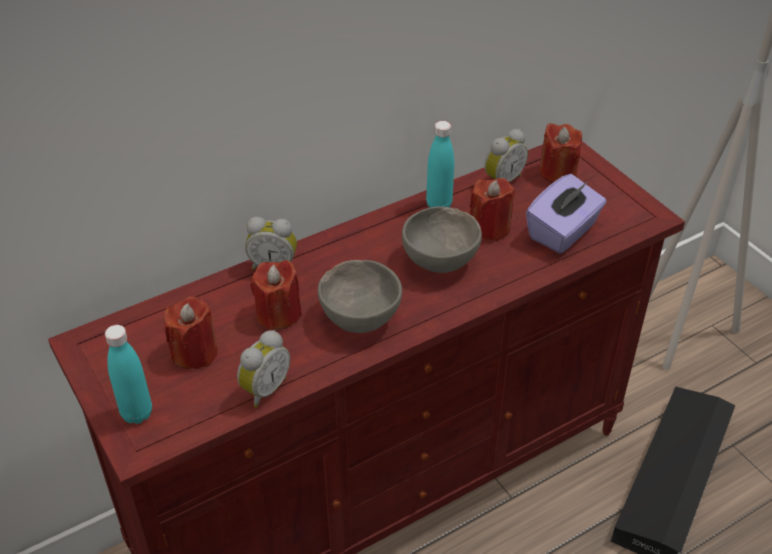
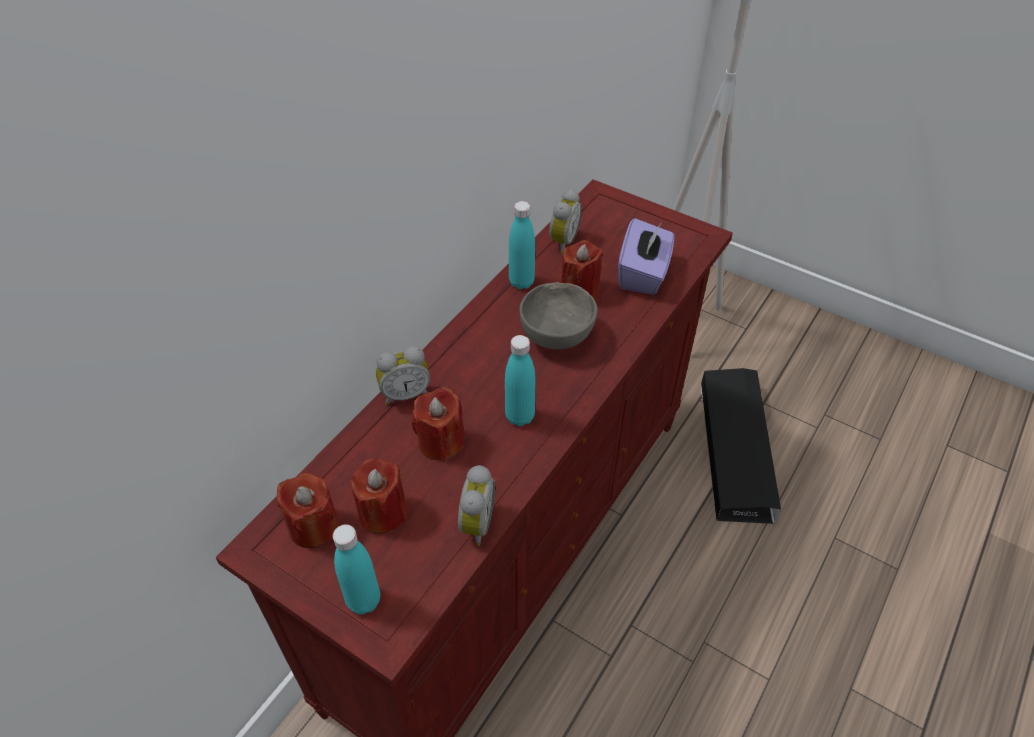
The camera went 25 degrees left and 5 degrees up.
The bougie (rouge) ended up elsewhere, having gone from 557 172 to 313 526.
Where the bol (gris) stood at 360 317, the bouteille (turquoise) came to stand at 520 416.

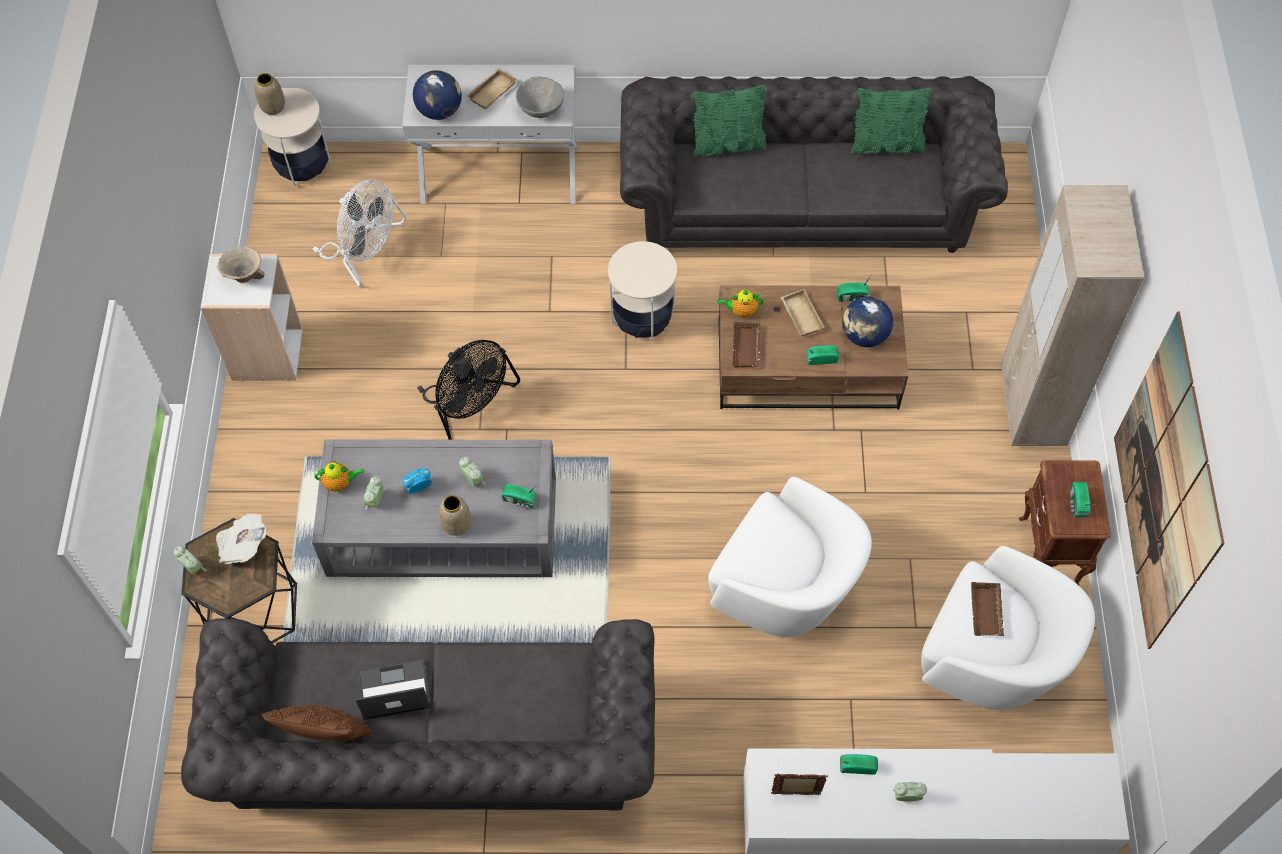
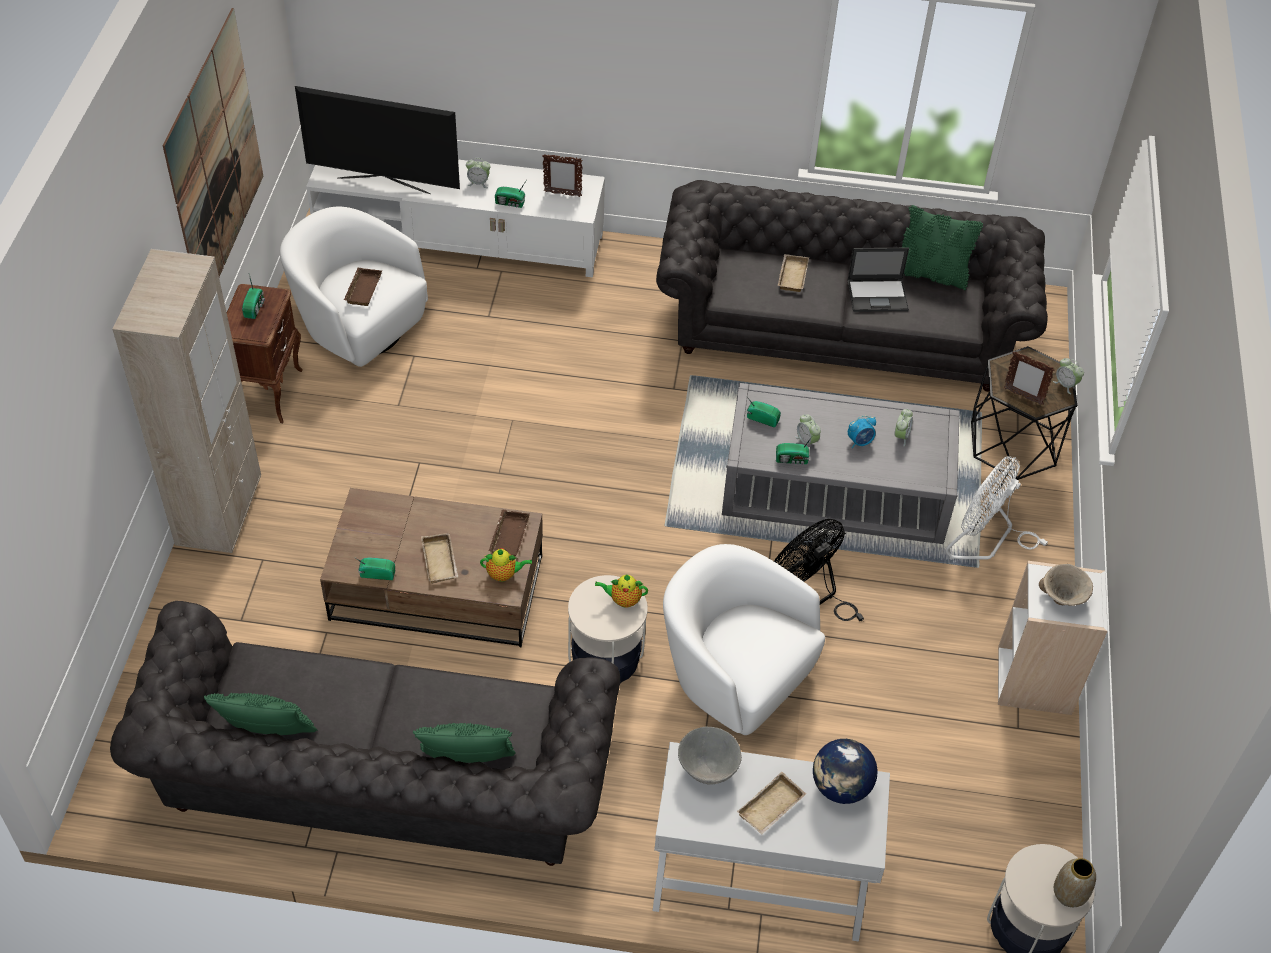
The camera went 175 degrees left and 10 degrees down.
The second view gained the téléviseur at 384 185.
The théière ended up elsewhere, having gone from 340 483 to 623 600.
The fauteuil (blanc) ended up elsewhere, having gone from 785 590 to 734 675.
The radio ended up elsewhere, having gone from 820 358 to 792 460.
The second view gained the plateau (beige) at 791 275.
What was the coussin (marron) at 326 736 turned into the coussin (vert) at 931 274.
The ventilateur (blanc) ended up elsewhere, having gone from 364 251 to 990 534.
Where the journal stood at 243 545, the cadre photo came to stand at 1022 396.
The second view lost the vase at 456 525.
The second view lost the globe at 864 336.

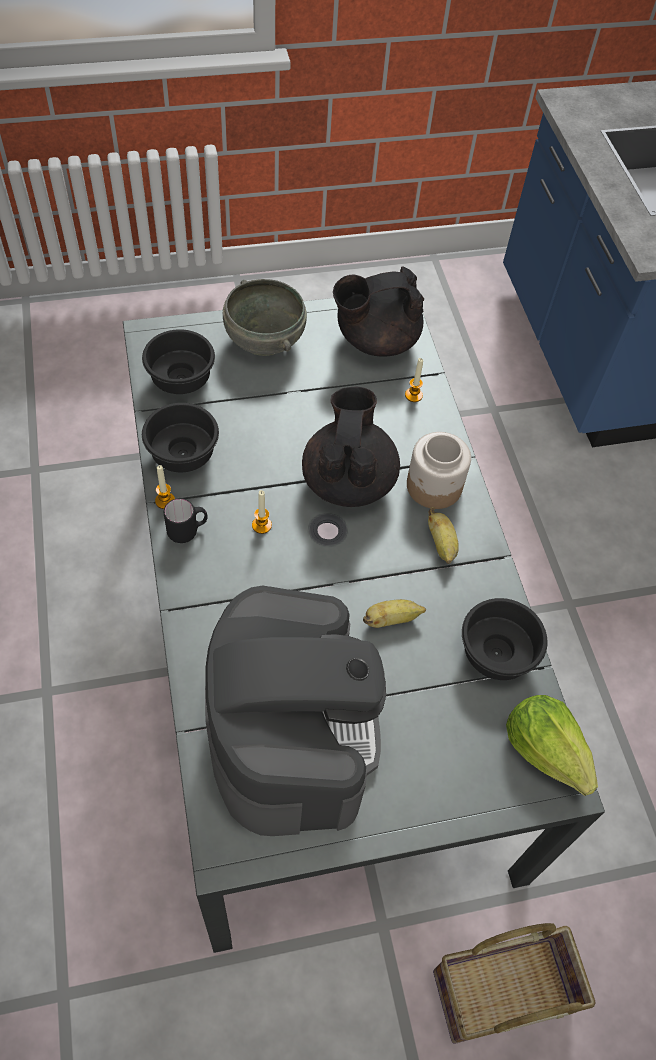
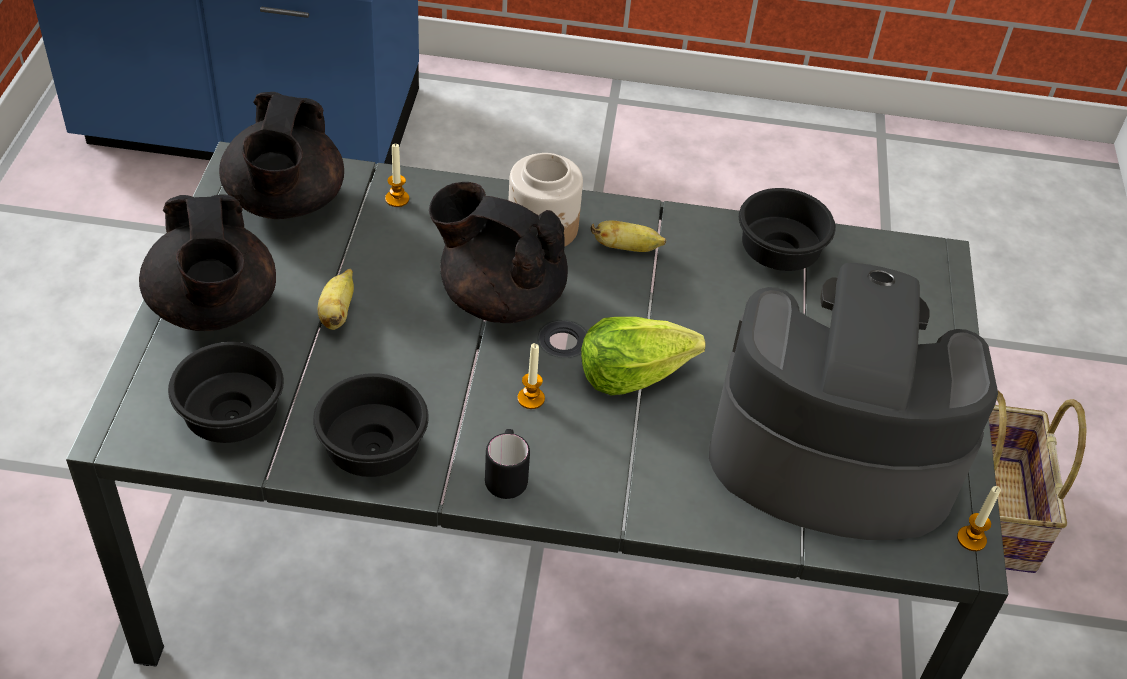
The camera went 70 degrees left and 10 degrees down.
Where the bol (gris) stood at 263 340, the théière (noir) came to stand at 214 309.
The banane ended up elsewhere, having gone from 391 619 to 337 312.
The laitue ended up elsewhere, having gone from 546 750 to 632 372.
The bougie ended up elsewhere, having gone from 165 501 to 971 539.

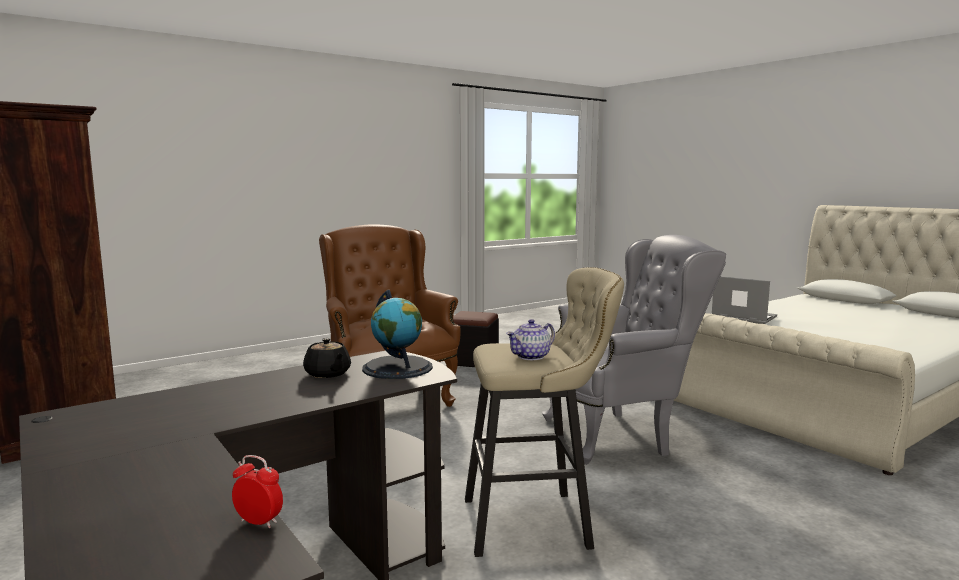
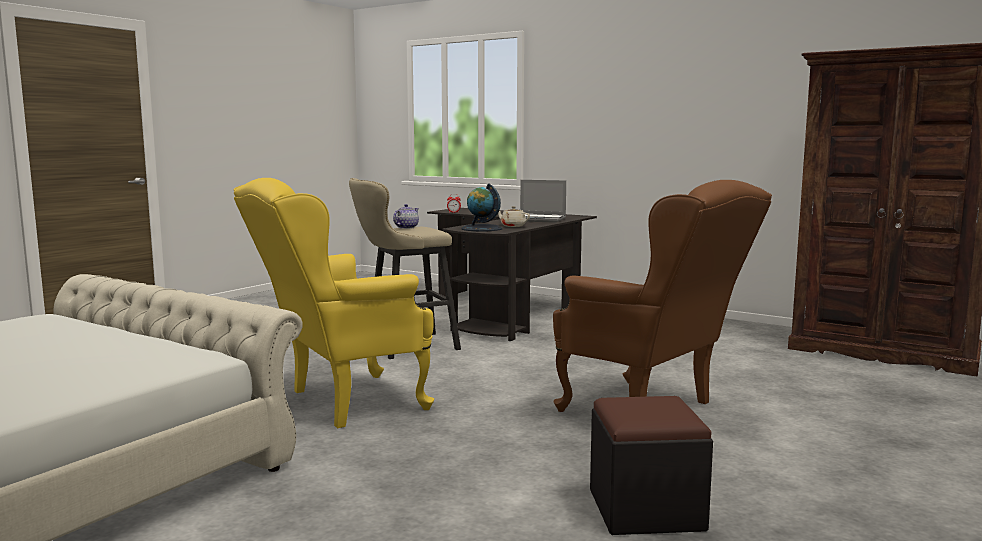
The camera went 160 degrees right and 0 degrees up.
What was the fauteuil (gris) at 617 435 turned into the fauteuil (jaune) at 343 403.
What was the théière (noir) at 328 374 turned into the théière (beige) at 512 226.
The ordinateur portable ended up elsewhere, having gone from 742 317 to 539 219.

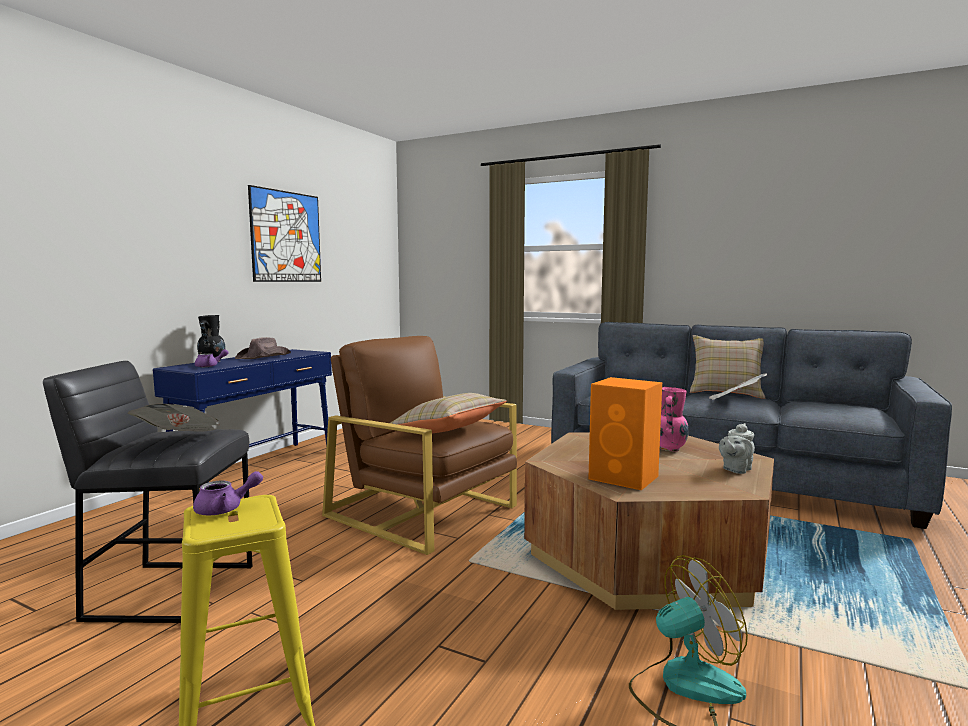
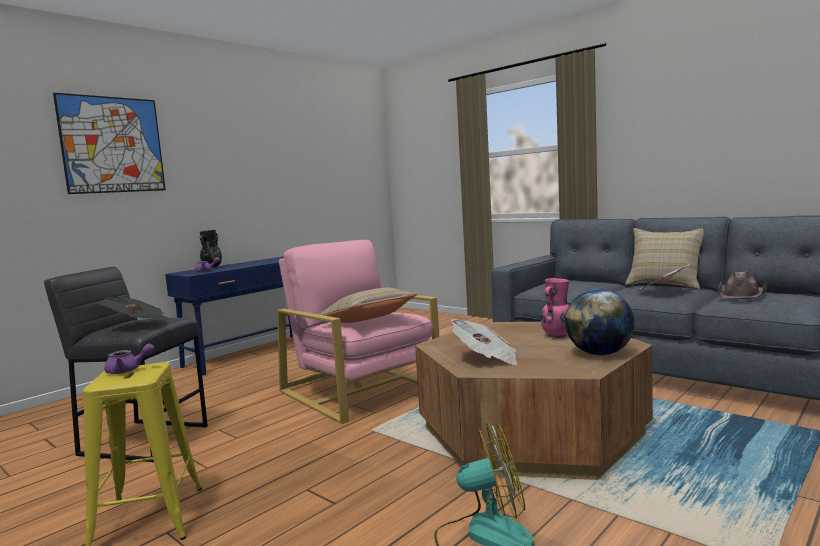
The camera went 15 degrees right and 0 degrees up.
The tableau ended up elsewhere, having gone from 286 237 to 112 145.
What was the fauteuil (marron) at 423 511 turned into the fauteuil (rose) at 361 390.
Where the enceinte (orange) stood at 625 478, the journal came to stand at 486 359.
Where the théière (gris) stood at 735 469, the globe came to stand at 600 353.
The chapeau (marron) ended up elsewhere, having gone from 264 357 to 742 294.

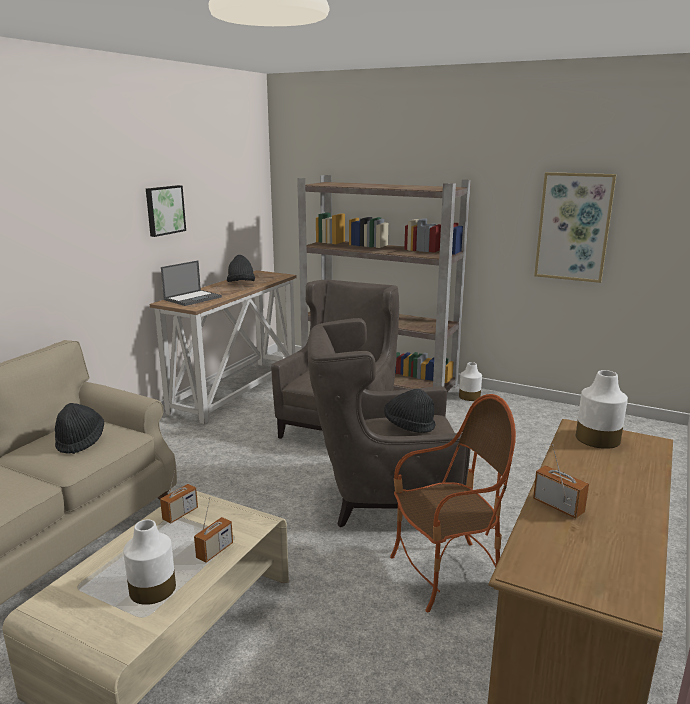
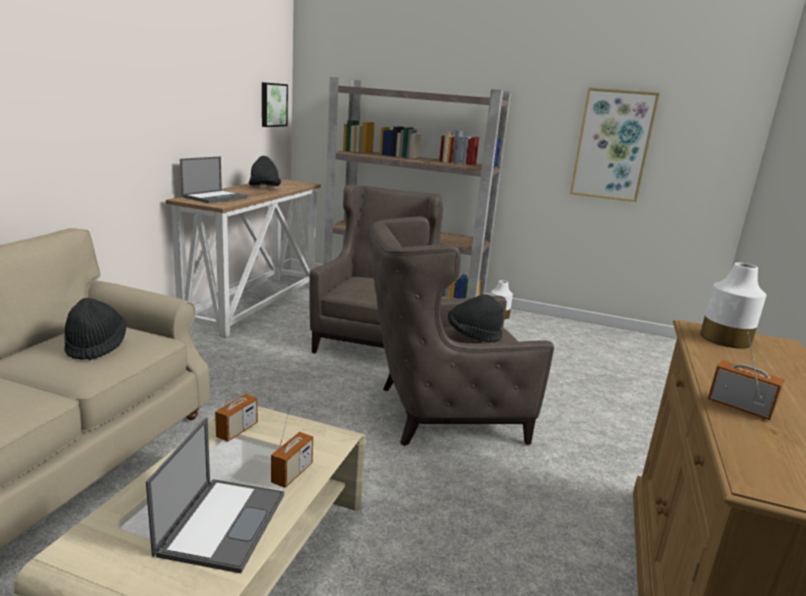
The camera went 10 degrees left and 0 degrees up.
Where the vase (blanc) stood at 152 588, the ordinateur portable came to stand at 222 522.
The tableau ended up elsewhere, having gone from 164 210 to 272 104.
The second view lost the fauteuil at 446 573.

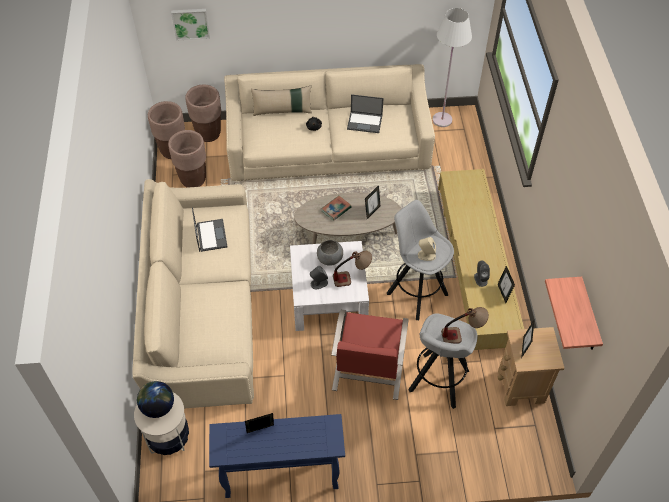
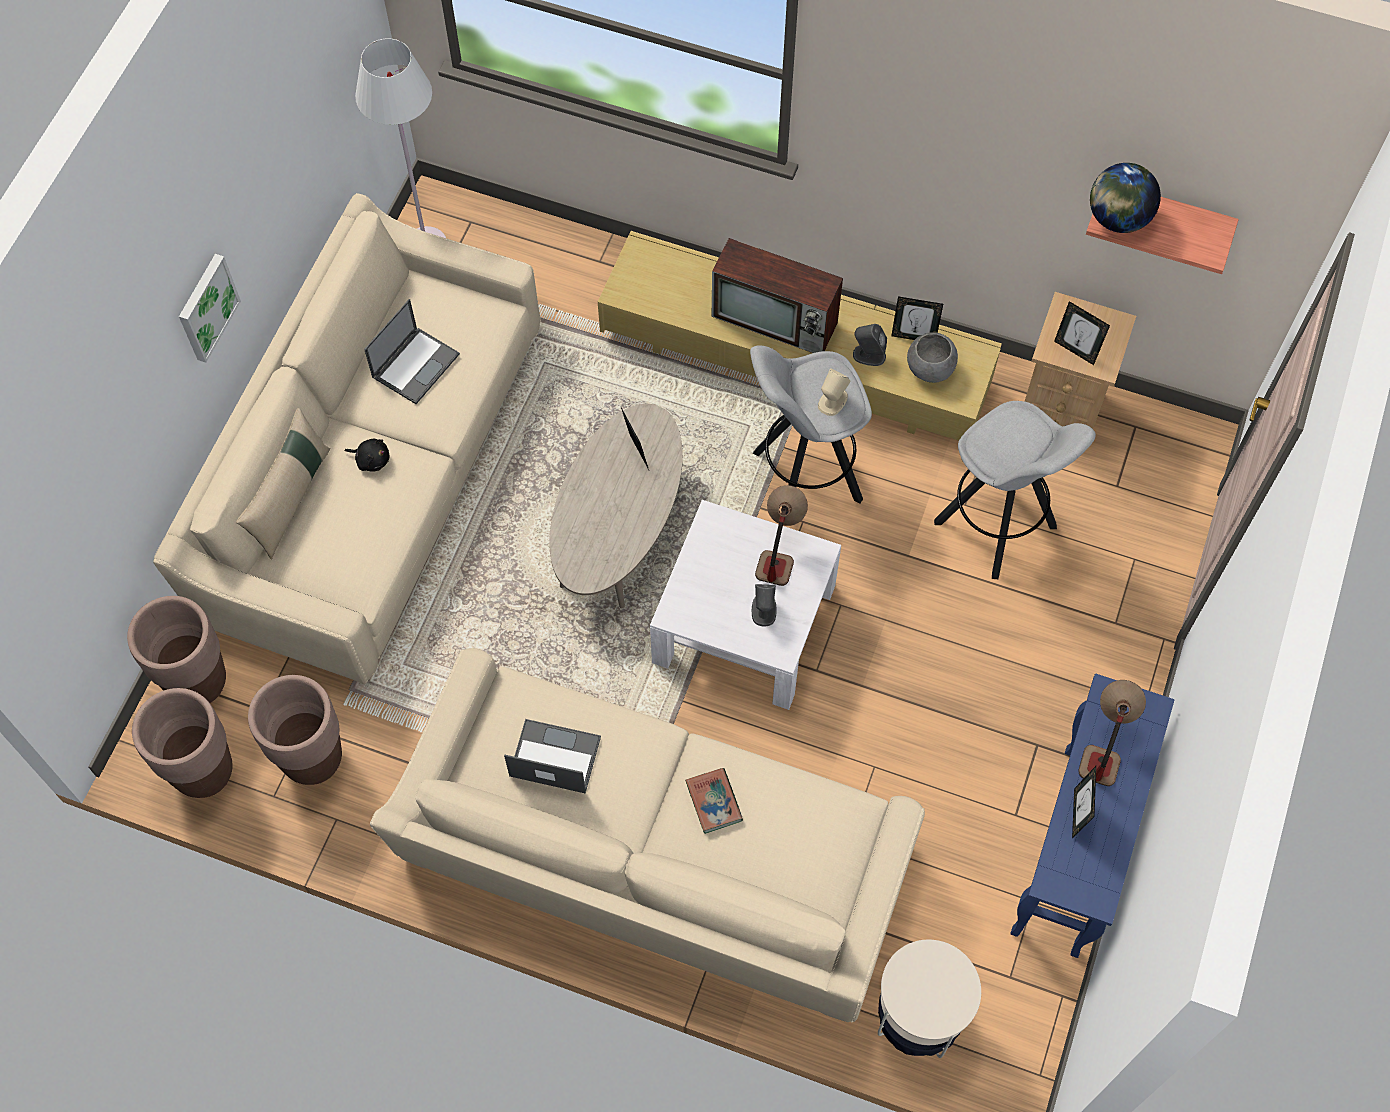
The camera went 65 degrees left and 10 degrees up.
The tableau ended up elsewhere, having gone from 191 23 to 206 307.
The livre ended up elsewhere, having gone from 336 209 to 714 802.
The second view gained the téléviseur at 777 320.
The bol (gris) ended up elsewhere, having gone from 330 259 to 930 369.
The lampe de table ended up elsewhere, having gone from 462 335 to 1104 746.
The globe ended up elsewhere, having gone from 158 407 to 1117 218.
The second view lost the fauteuil (rouge) at 368 371.

